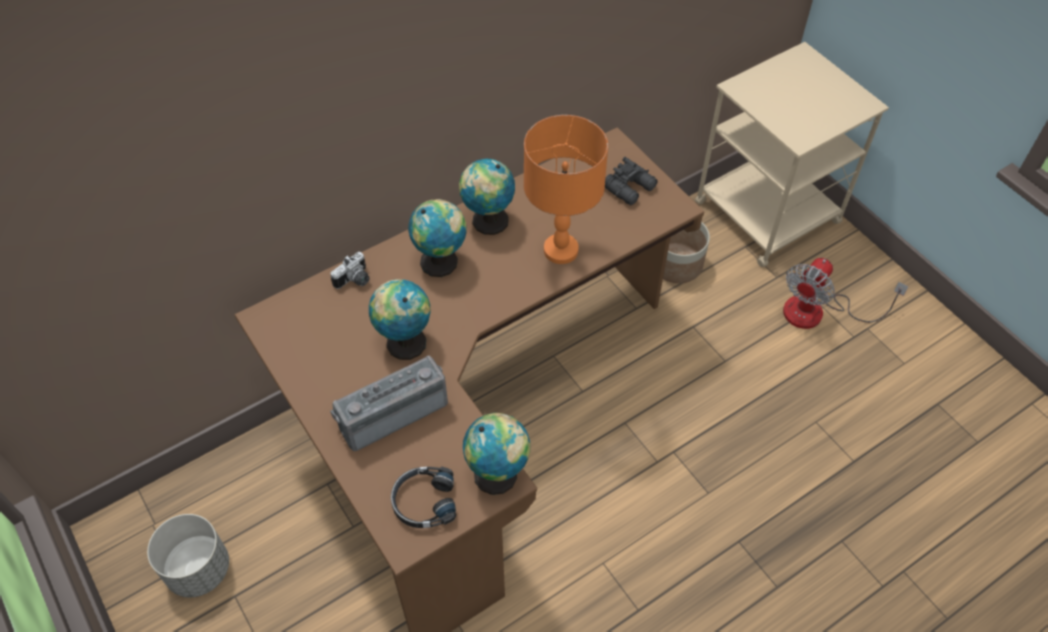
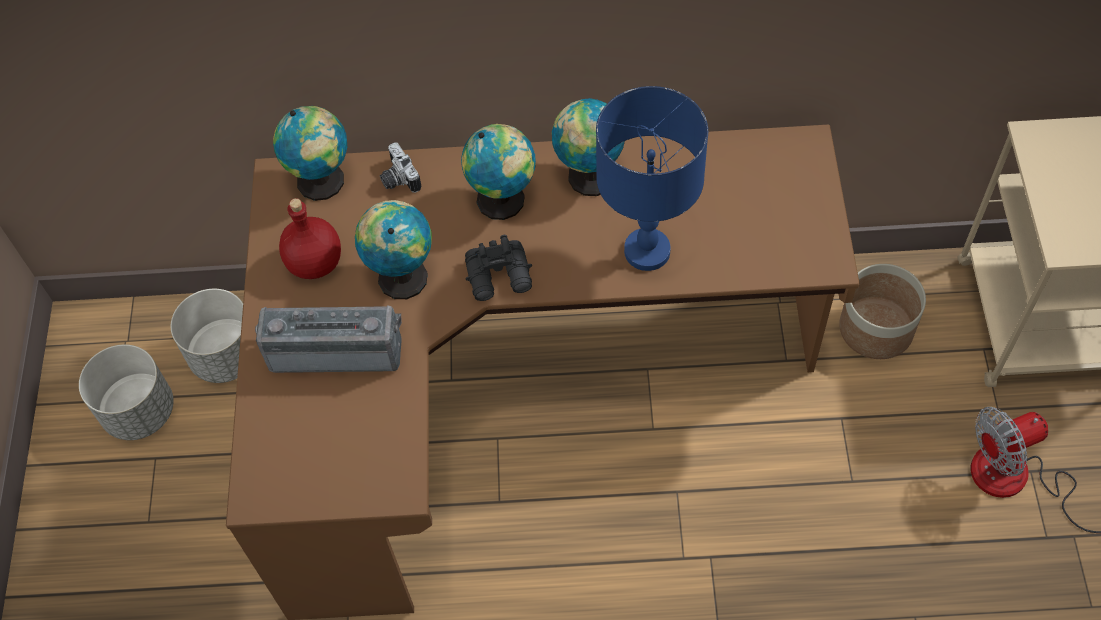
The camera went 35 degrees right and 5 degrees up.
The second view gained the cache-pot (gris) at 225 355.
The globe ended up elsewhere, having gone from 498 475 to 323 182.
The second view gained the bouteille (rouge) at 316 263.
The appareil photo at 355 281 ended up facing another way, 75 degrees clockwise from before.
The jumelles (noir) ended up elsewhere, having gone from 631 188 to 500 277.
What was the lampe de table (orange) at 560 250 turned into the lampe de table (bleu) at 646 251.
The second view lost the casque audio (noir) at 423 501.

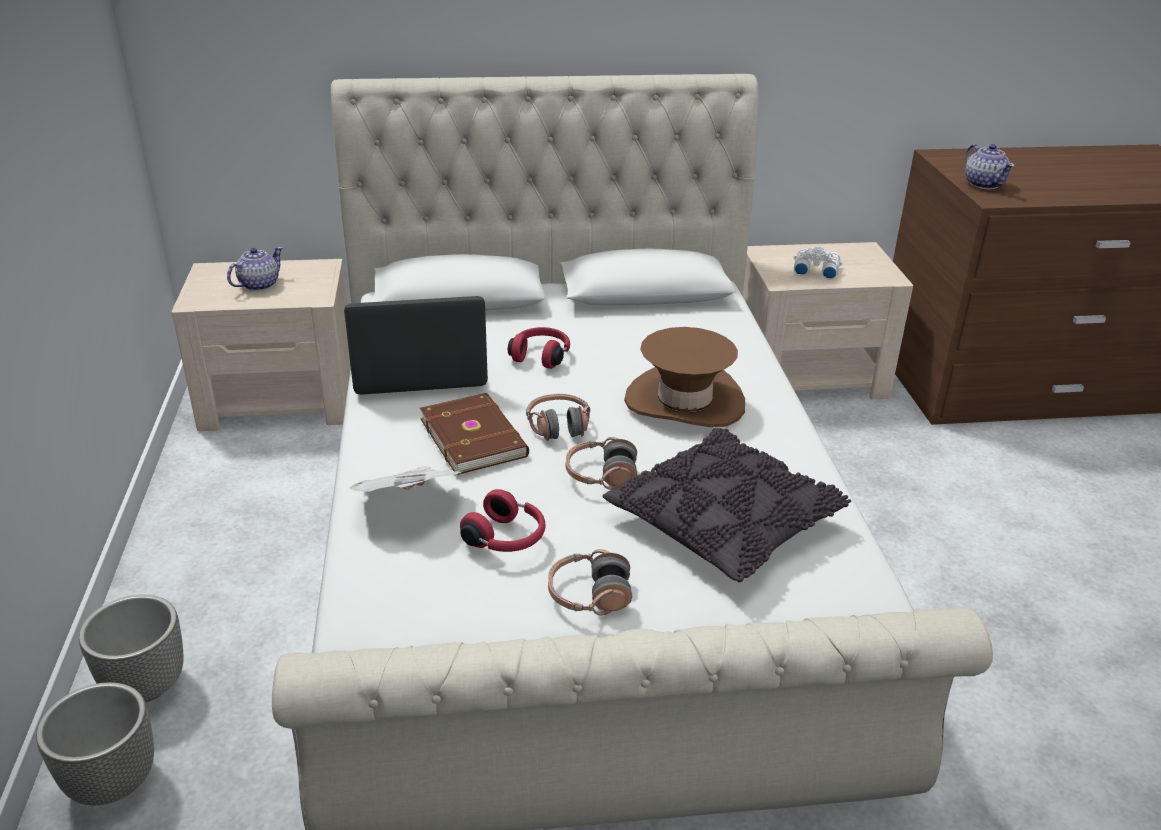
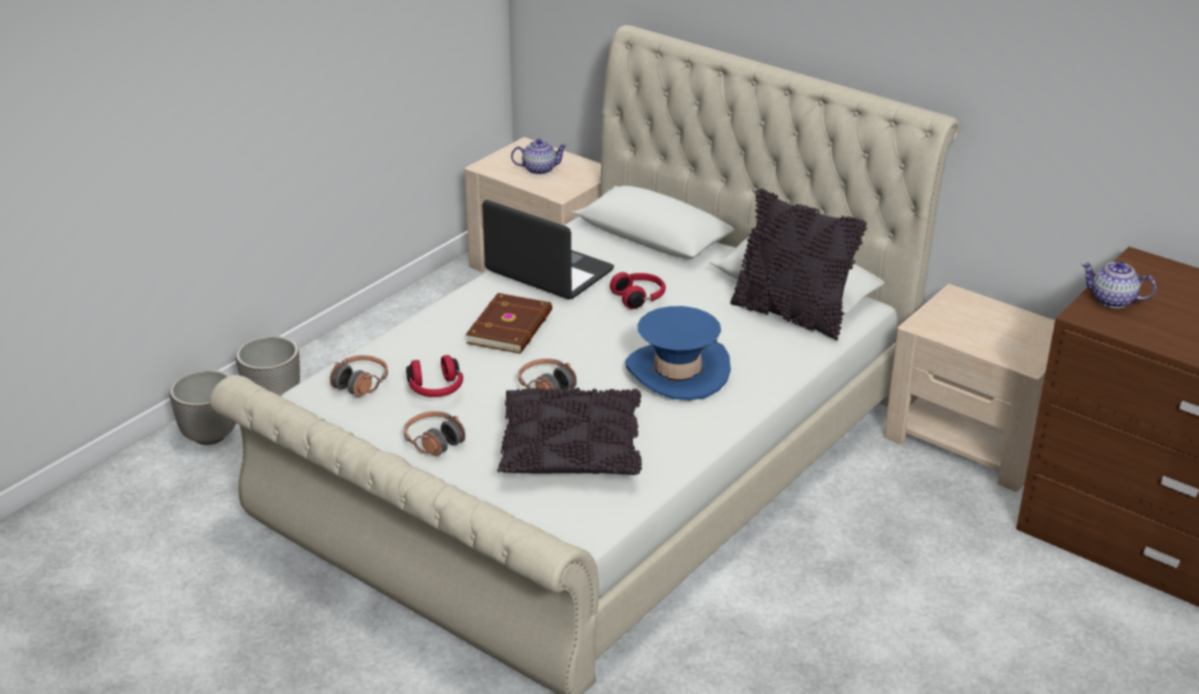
The camera went 45 degrees right and 0 degrees up.
The casque audio ended up elsewhere, having gone from 559 426 to 360 383.
What was the chapeau (marron) at 684 402 turned into the chapeau (bleu) at 677 371.
The second view gained the coussin (noir) at 792 315.
The théière at 984 184 ended up facing another way, 90 degrees clockwise from before.
The second view lost the journal at 409 503.
The second view lost the jumelles (blanc) at 815 270.

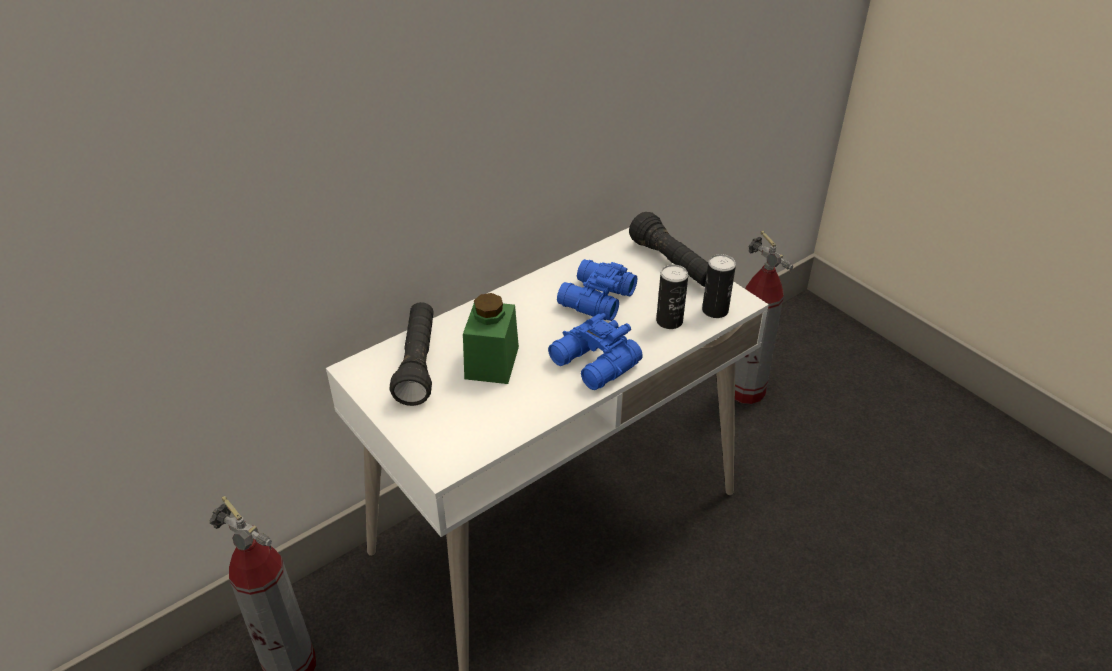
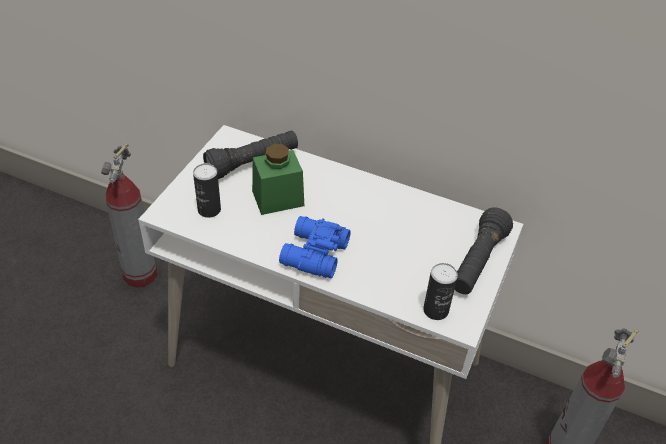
The camera went 60 degrees right and 5 degrees up.
The boîte métallique ended up elsewhere, having gone from 669 321 to 209 210.
The second view lost the jumelles (bleu) at 594 299.

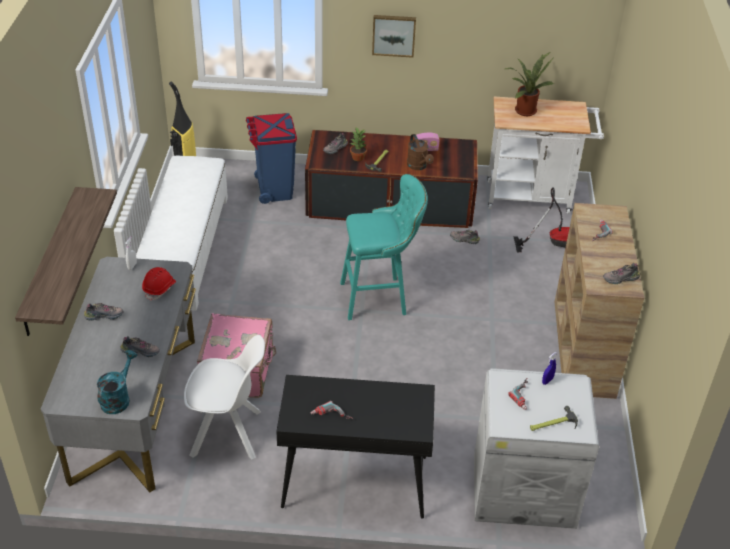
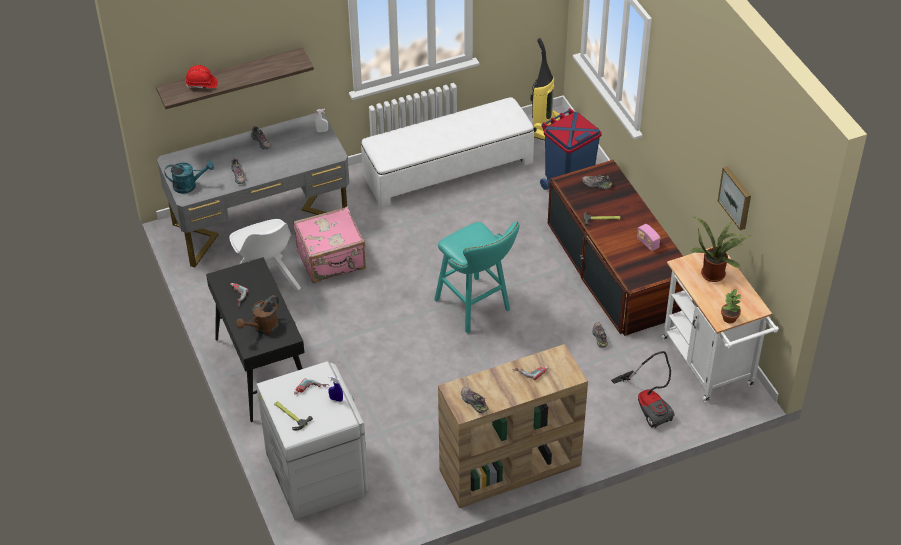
The camera went 65 degrees right and 5 degrees up.
The casque de chantier (rouge) ended up elsewhere, having gone from 159 288 to 201 84.
The arrosoir (marron) ended up elsewhere, having gone from 419 166 to 262 328.
The tableau ended up elsewhere, having gone from 394 35 to 736 197.
The plante en pot ended up elsewhere, having gone from 358 158 to 729 318.

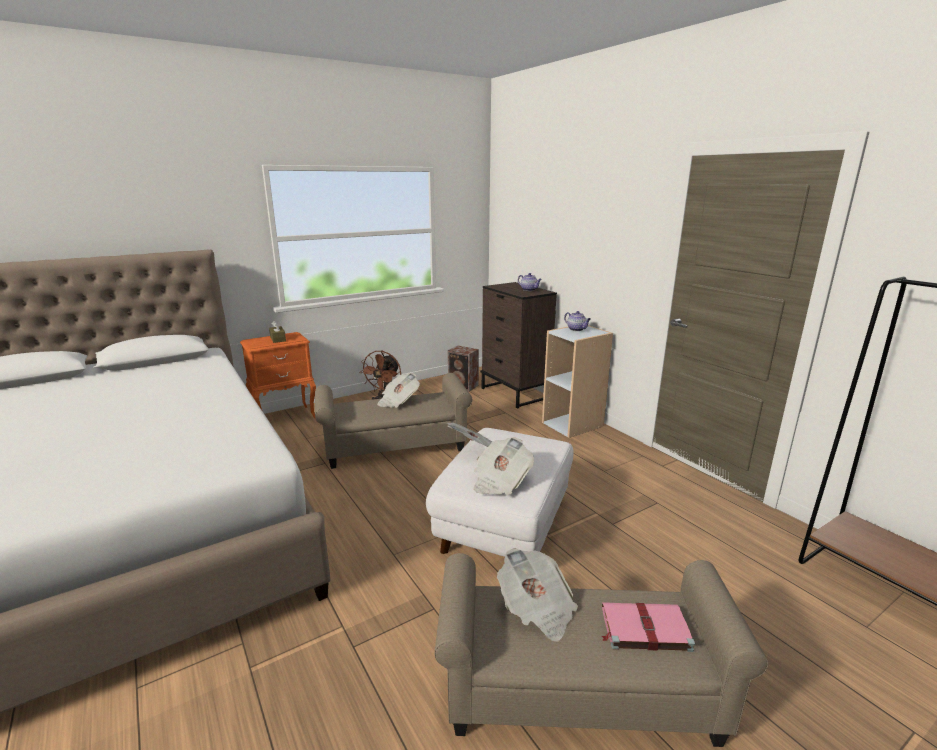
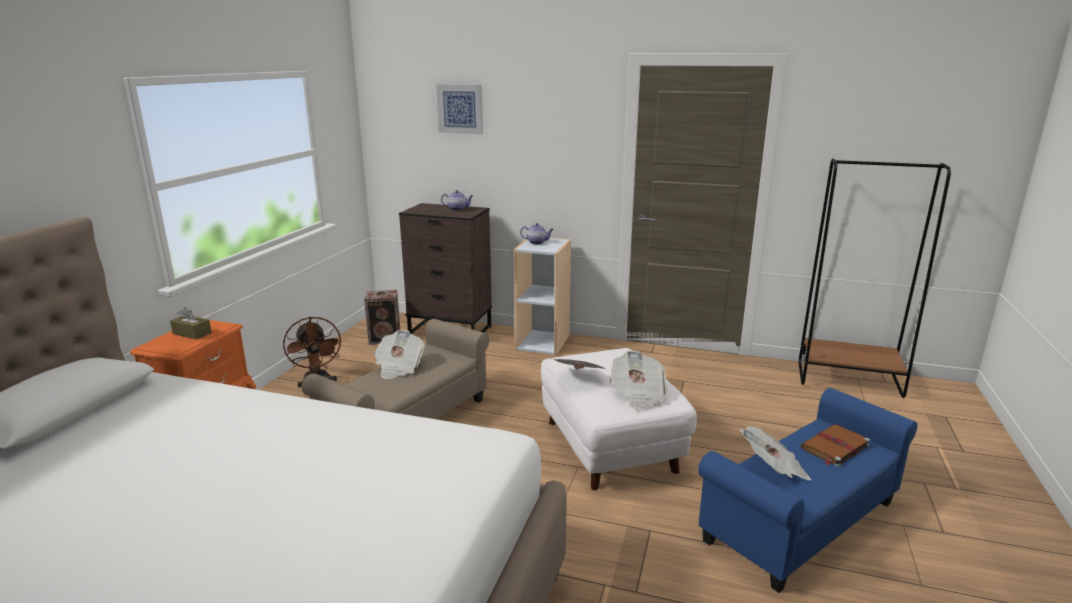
The camera went 40 degrees left and 0 degrees up.
The second view gained the tableau at 460 109.
What was the pouf (beige) at 579 691 turned into the pouf (bleu) at 800 522.
What was the livre (rose) at 643 628 turned into the livre (marron) at 834 447.

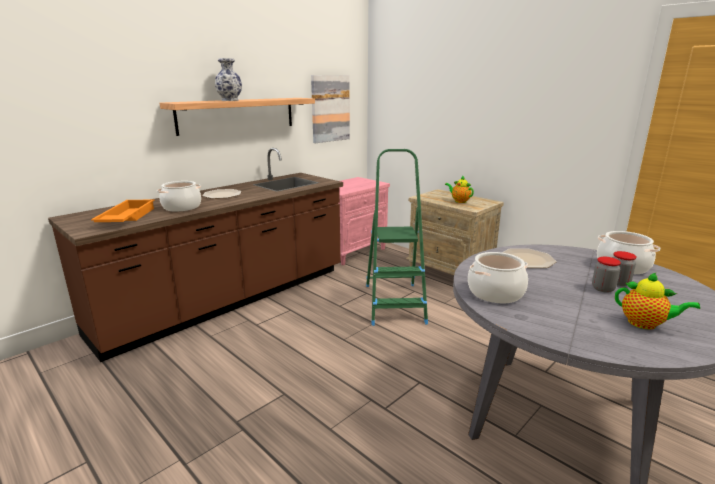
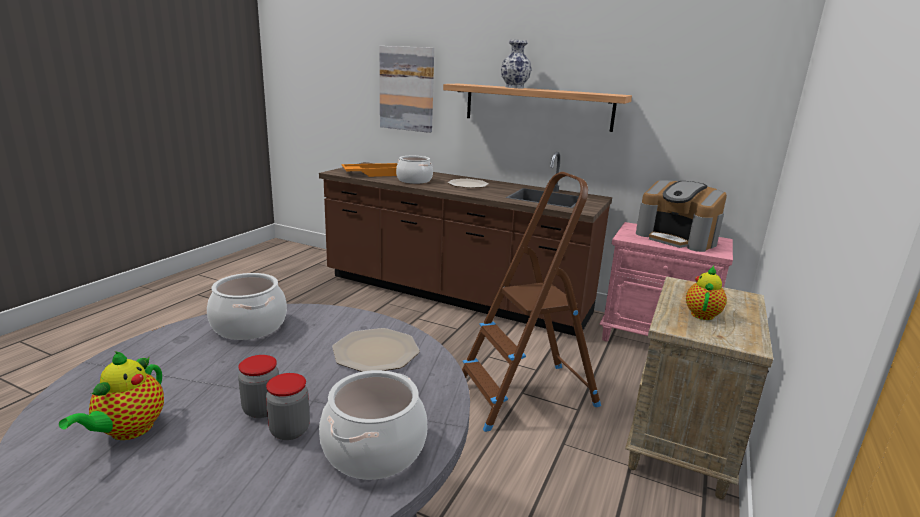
The camera went 70 degrees right and 0 degrees up.
The tableau ended up elsewhere, having gone from 330 108 to 407 89.
What was the escabeau (vert) at 394 303 turned into the escabeau (marron) at 524 396.
The second view gained the machine à café at 677 238.

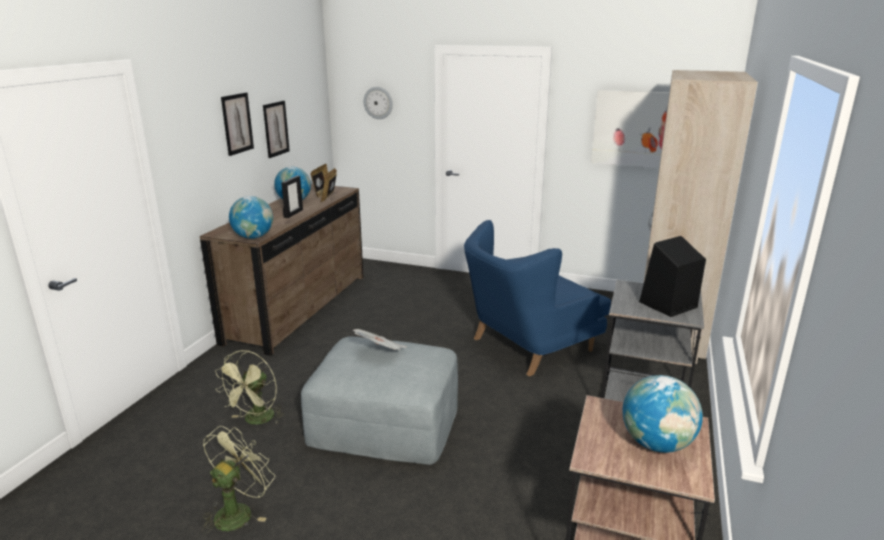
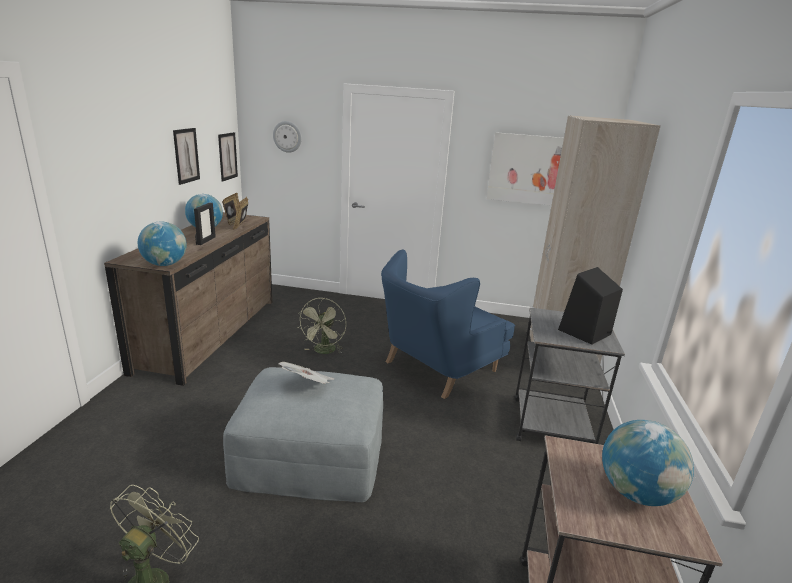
The camera went 10 degrees left and 0 degrees up.
The tableau ended up elsewhere, having gone from 237 123 to 227 156.
The ventilateur (vert) ended up elsewhere, having gone from 256 420 to 324 351.

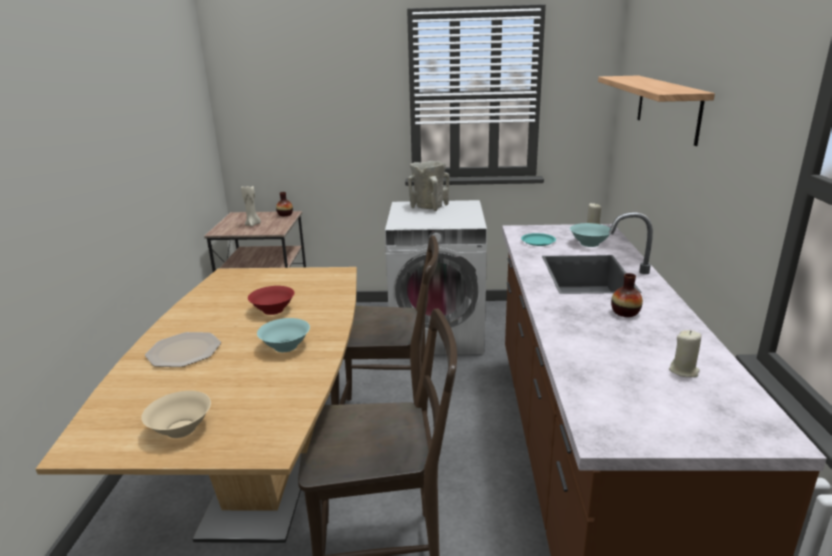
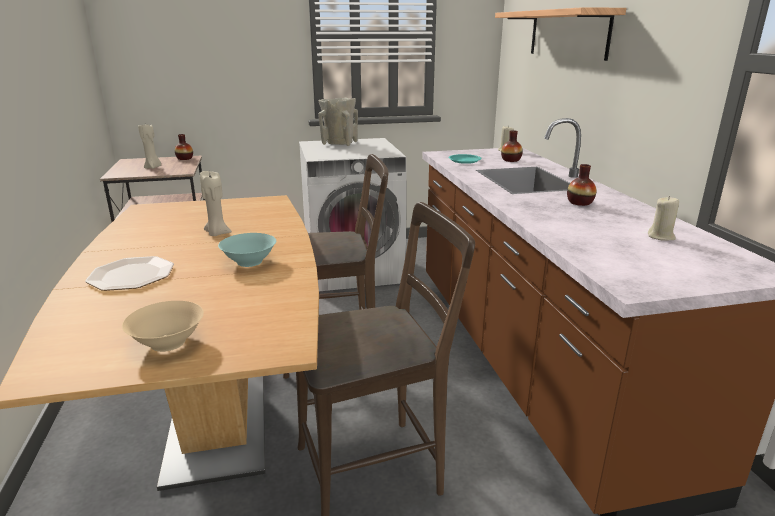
The camera went 15 degrees left and 0 degrees up.
Where the bol (rouge) stood at 273 310, the bougie (beige) came to stand at 217 233.
Where the bol (turquoise) stood at 589 243, the vase came to stand at 511 160.

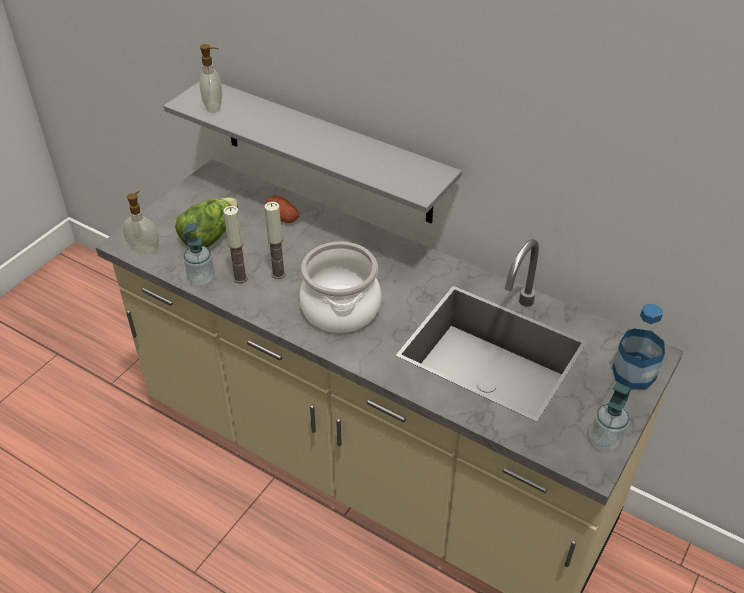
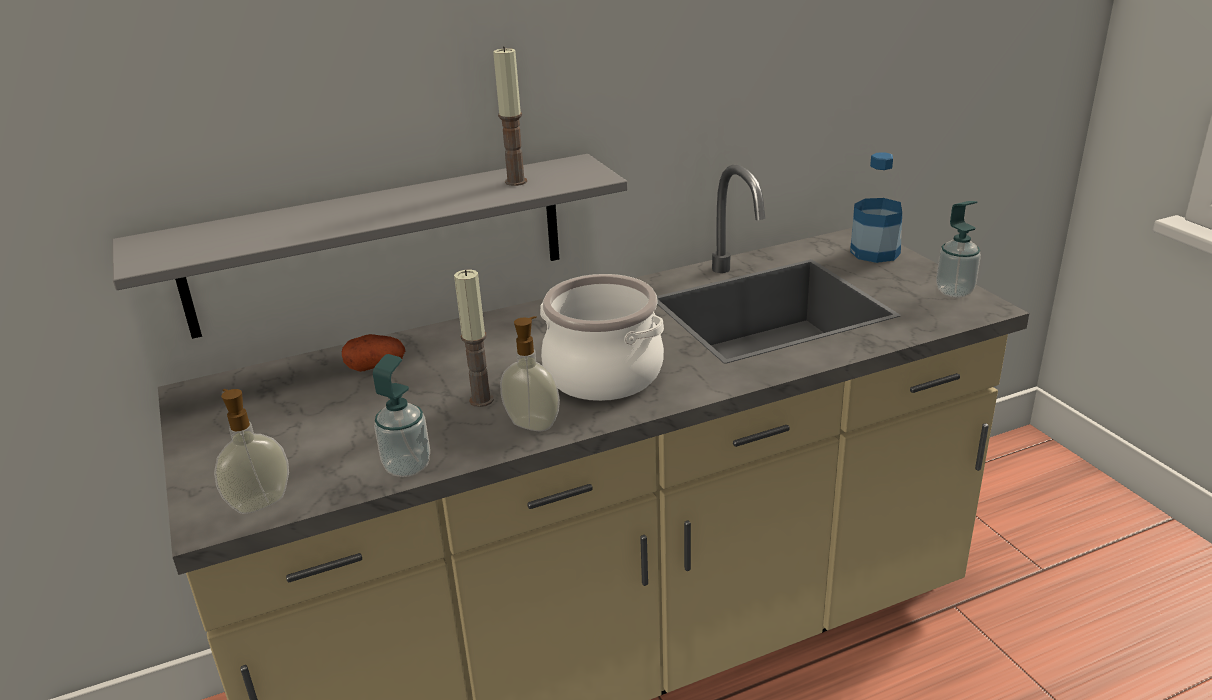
The camera went 55 degrees left and 15 degrees down.
The bougie ended up elsewhere, having gone from 240 278 to 516 181.
The distributeur de savon ended up elsewhere, having gone from 214 107 to 533 423.
The second view lost the laitue at 209 235.

